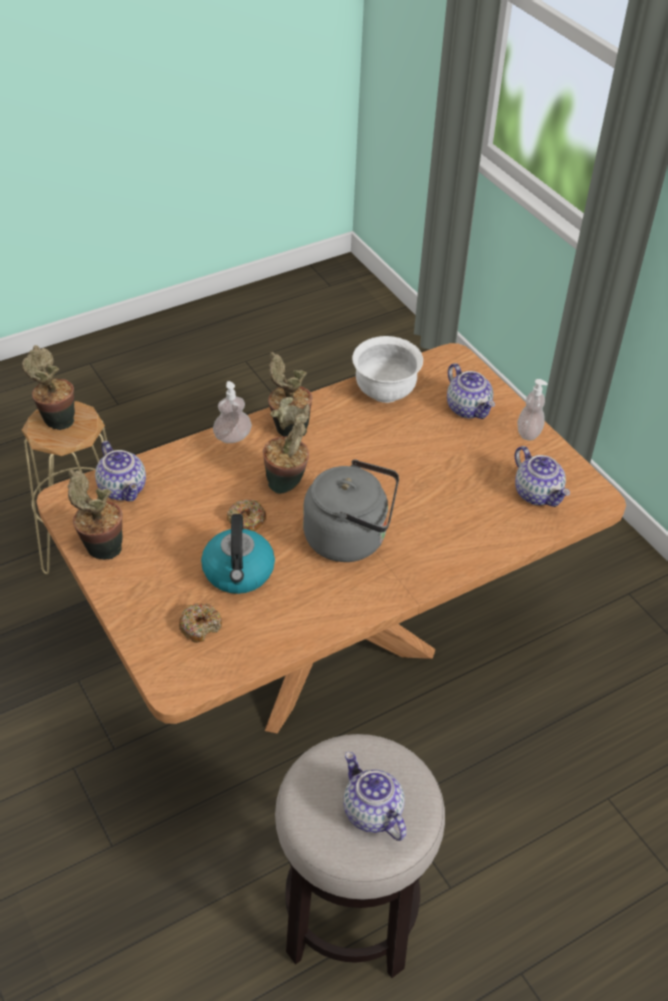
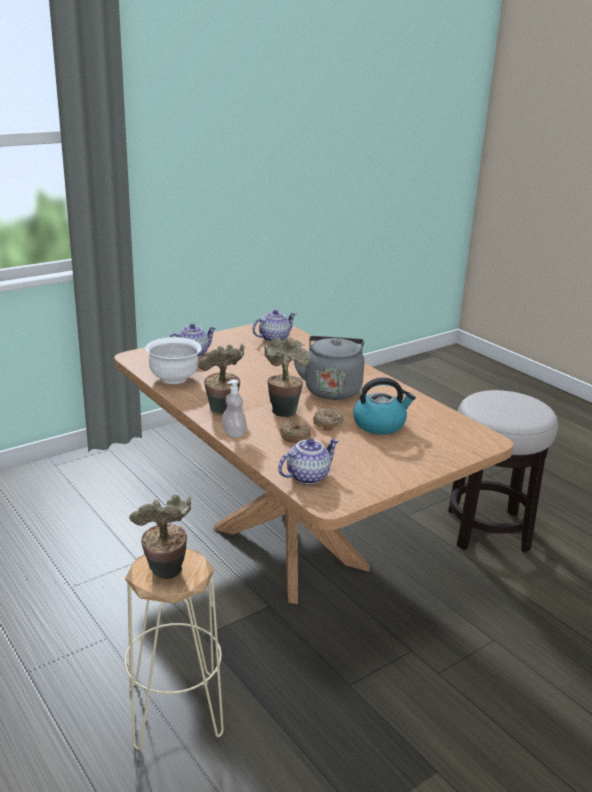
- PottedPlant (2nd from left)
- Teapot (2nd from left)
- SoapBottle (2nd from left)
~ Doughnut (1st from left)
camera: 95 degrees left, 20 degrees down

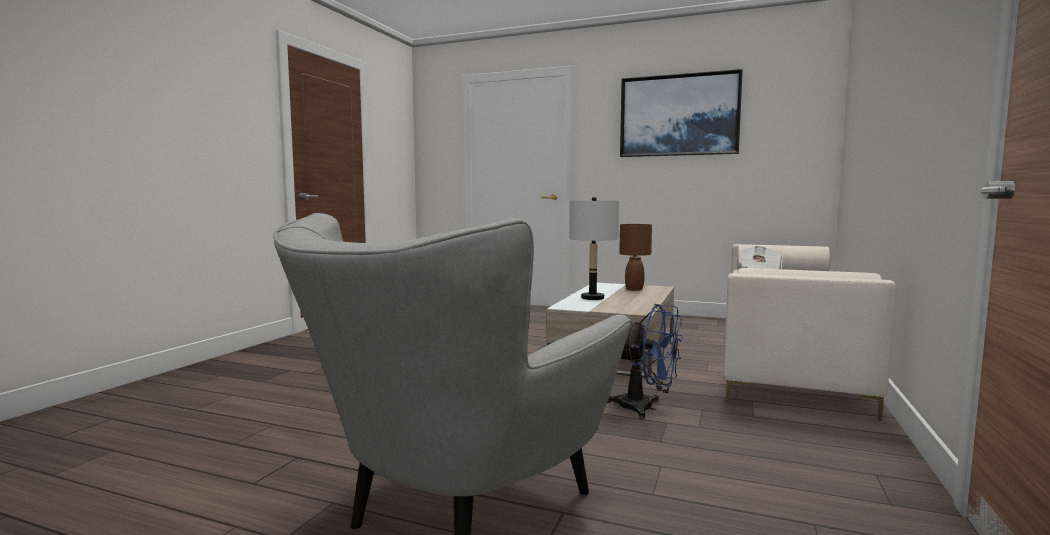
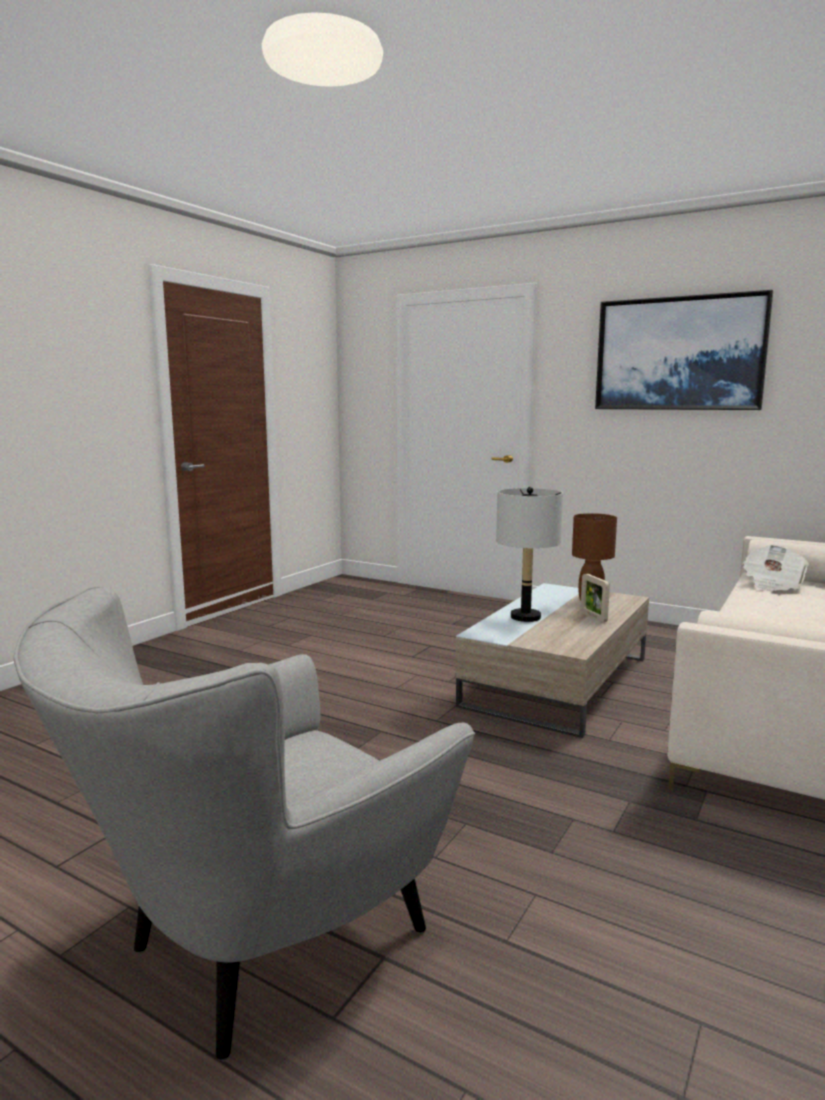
- BlueCoolingFan
+ PhotoFrame
camera: 10 degrees right, 5 degrees up

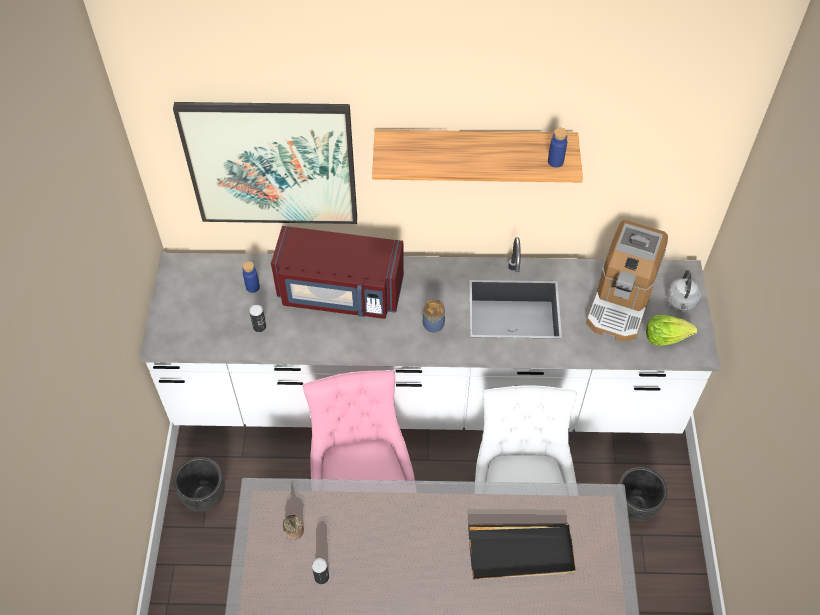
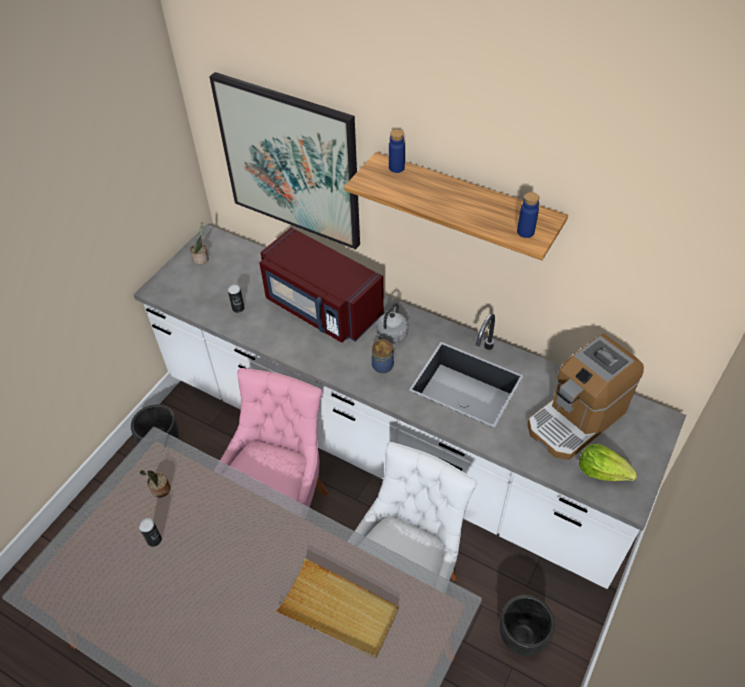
+ PottedPlant (2nd from left)
~ BlueBottle (1st from left)
~ GrayTeaKettle
~ BlackColouredServingTray to BeigeColouredServingTray
camera: 30 degrees right, 5 degrees down

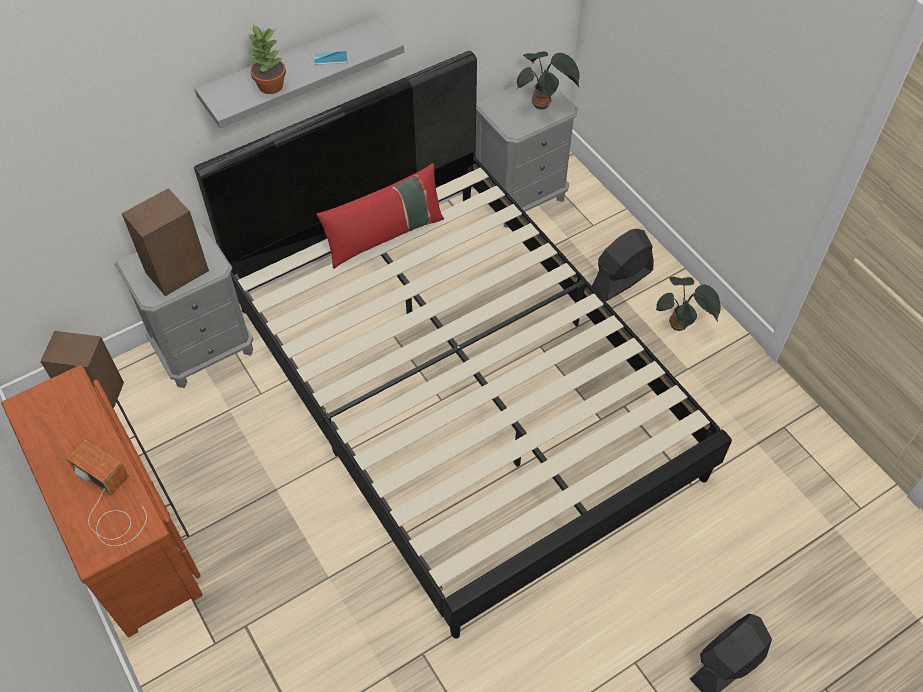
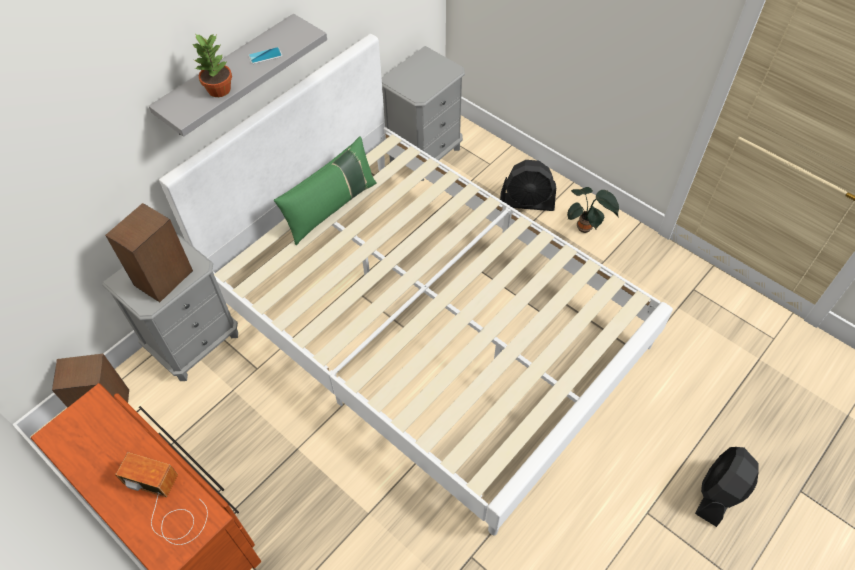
- PottedPlant (2nd from left)
~ BlackColouredSleepingBed to WhitishSleepingBed
~ ReddishPillow to GreenPillow
~ BlackColouredCoolingFan (1st from left) 120 degrees counterclockwise
camera: 15 degrees left, 0 degrees up

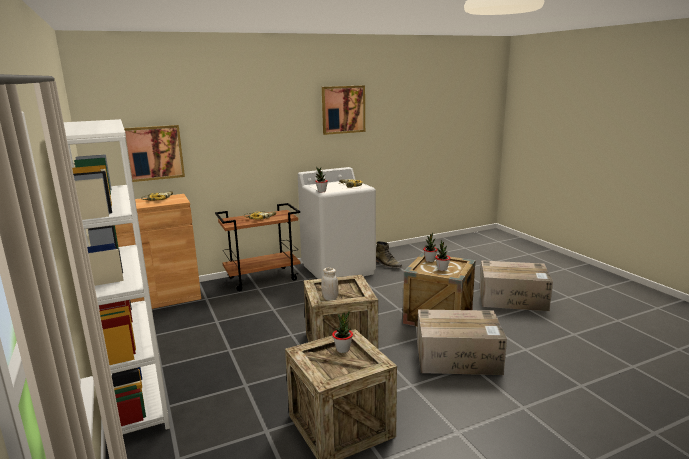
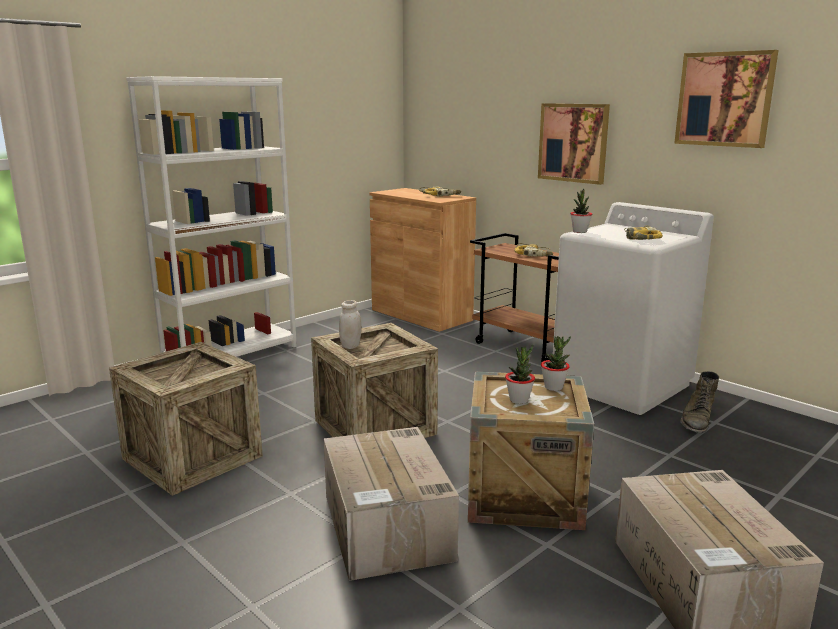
- PottedPlant (2nd from left)
~ WallArt (1st from left)
camera: 70 degrees right, 0 degrees up

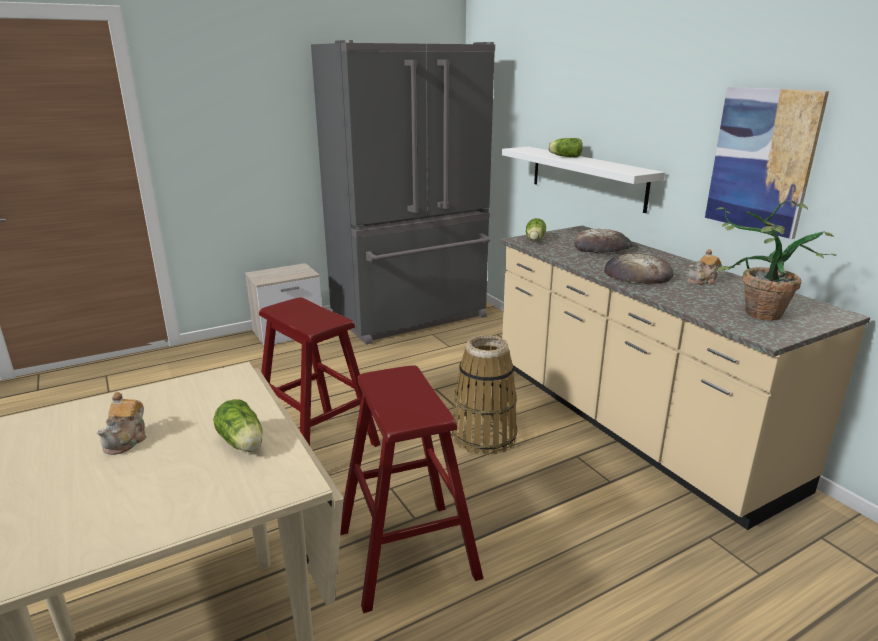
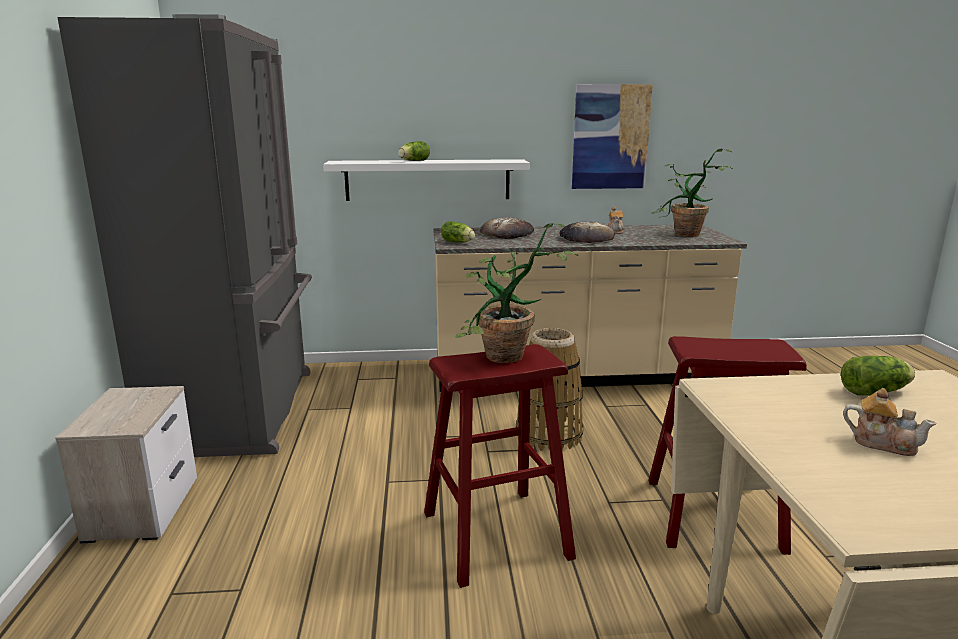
+ PottedPlant (1st from left)
camera: 65 degrees left, 5 degrees down

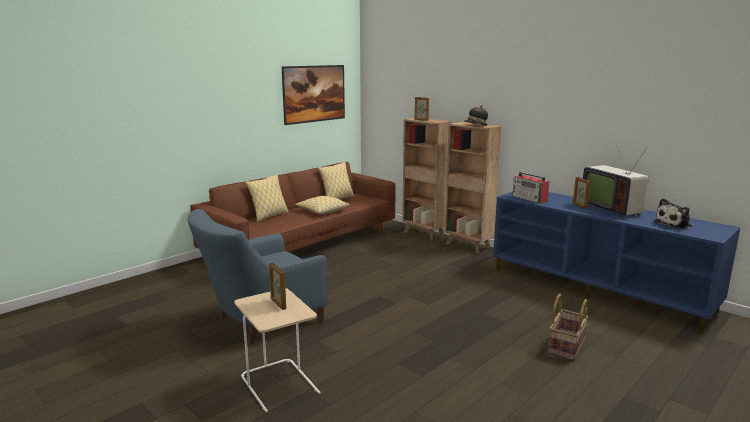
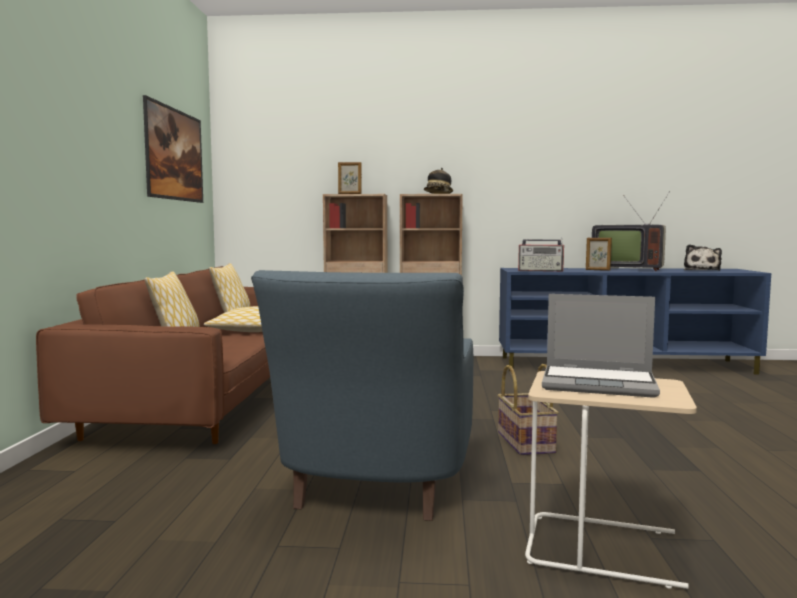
~ Basket
~ PhotoFrame (1st from left) to Laptop
camera: 40 degrees left, 10 degrees down

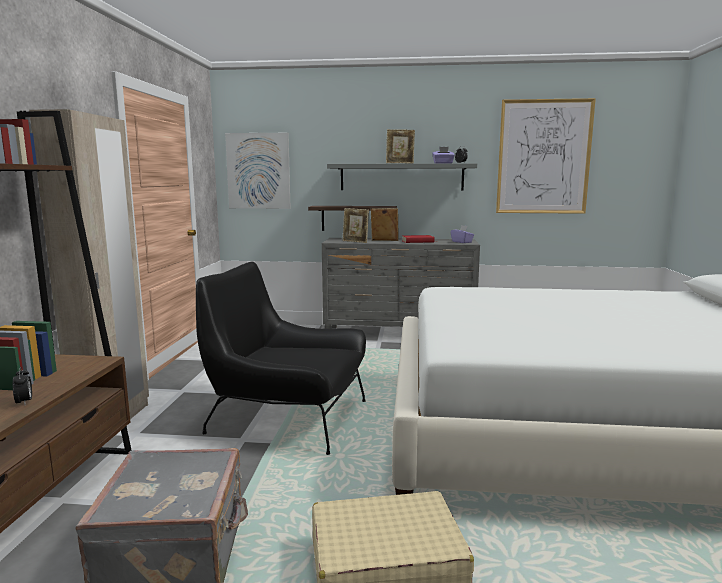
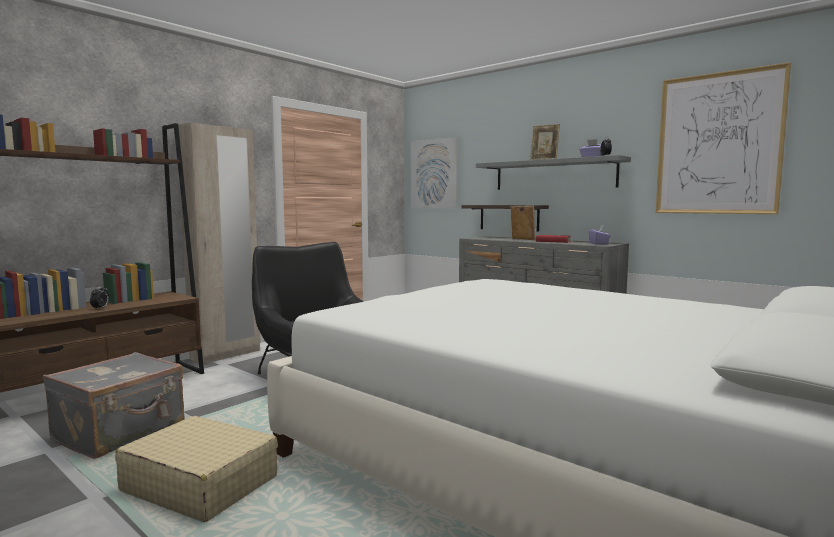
- PhotoFrame (1st from left)
camera: 35 degrees right, 5 degrees down

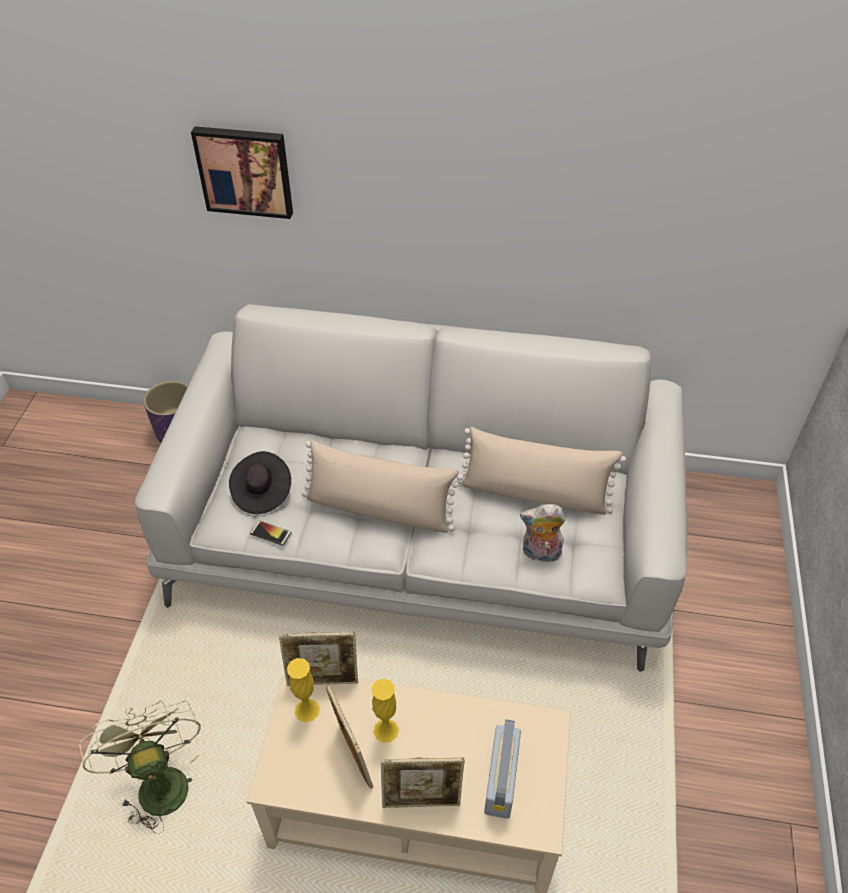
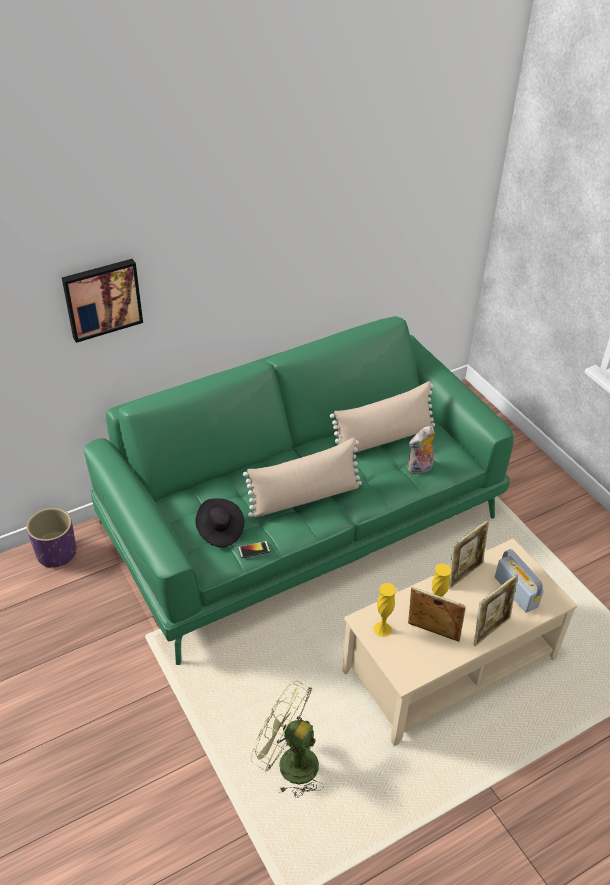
~ PhotoFrame (1st from left in the first image) to PhotoFrame (2nd from left)
~ WhitishCouch to GreenCouch
camera: 40 degrees left, 5 degrees down

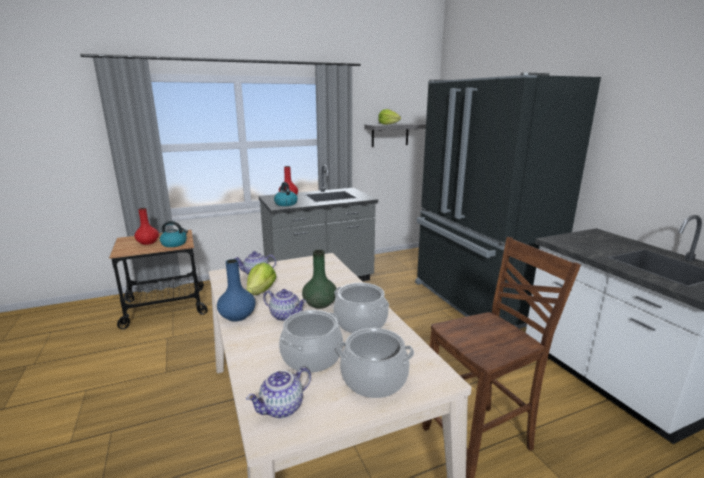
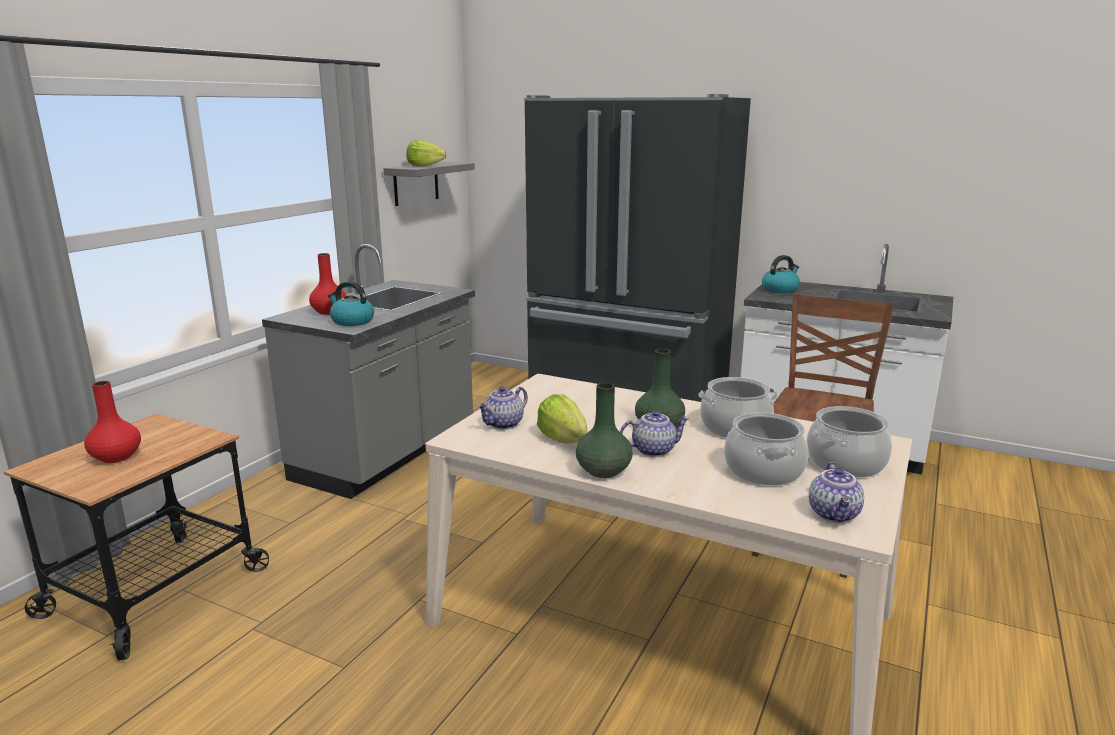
~ TeaKettle (1st from left in the first image) to TeaKettle (2nd from left)
~ BlueFlowerVase to GreenFlowerVase (1st from left)
camera: 40 degrees left, 0 degrees up

